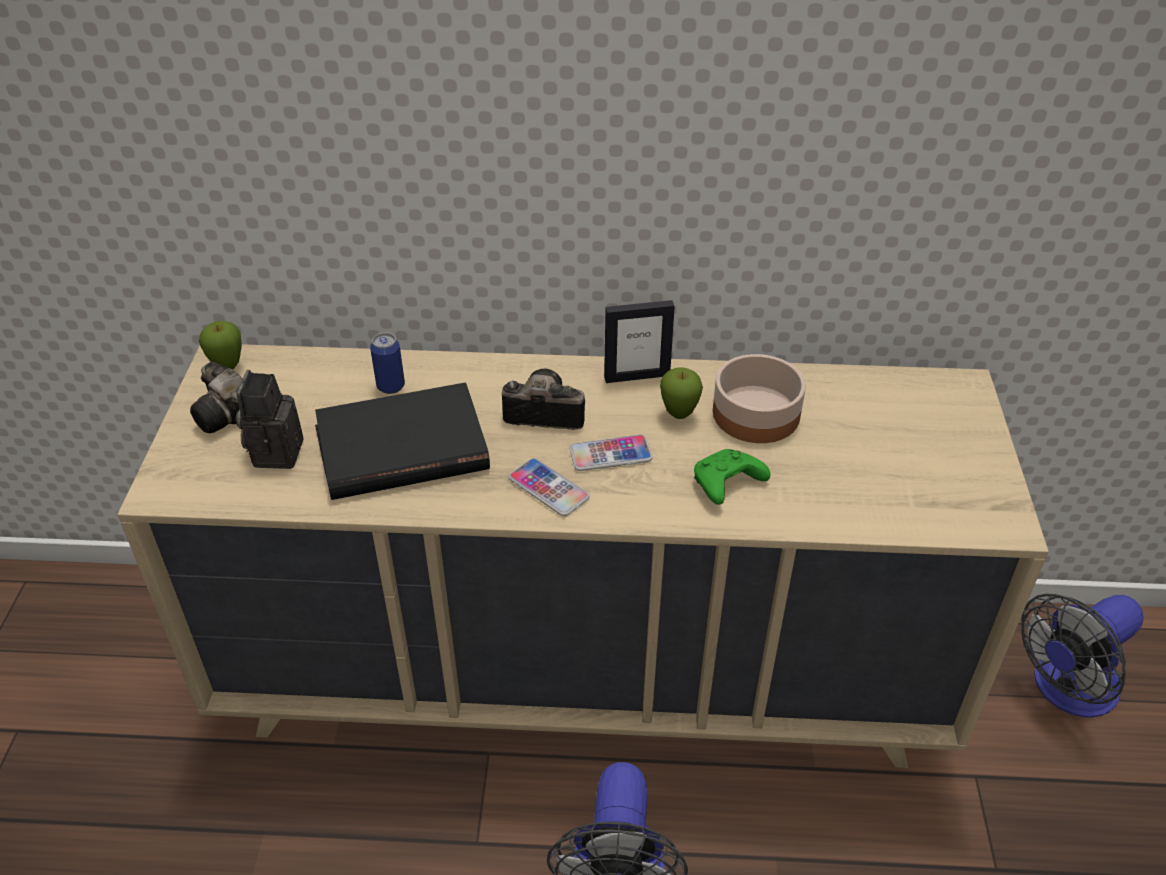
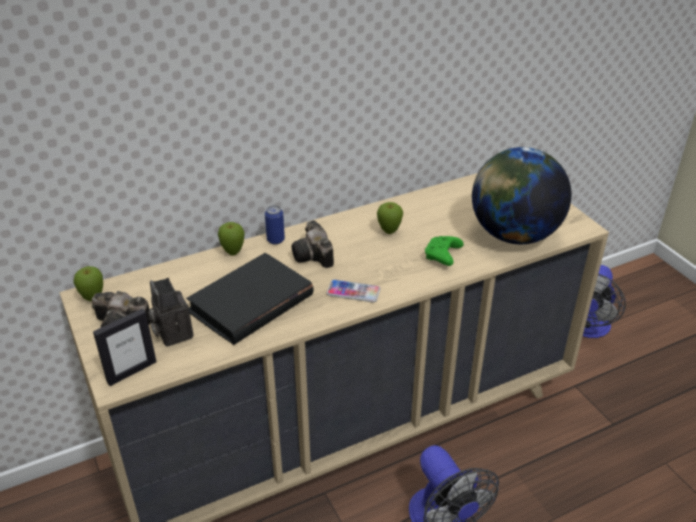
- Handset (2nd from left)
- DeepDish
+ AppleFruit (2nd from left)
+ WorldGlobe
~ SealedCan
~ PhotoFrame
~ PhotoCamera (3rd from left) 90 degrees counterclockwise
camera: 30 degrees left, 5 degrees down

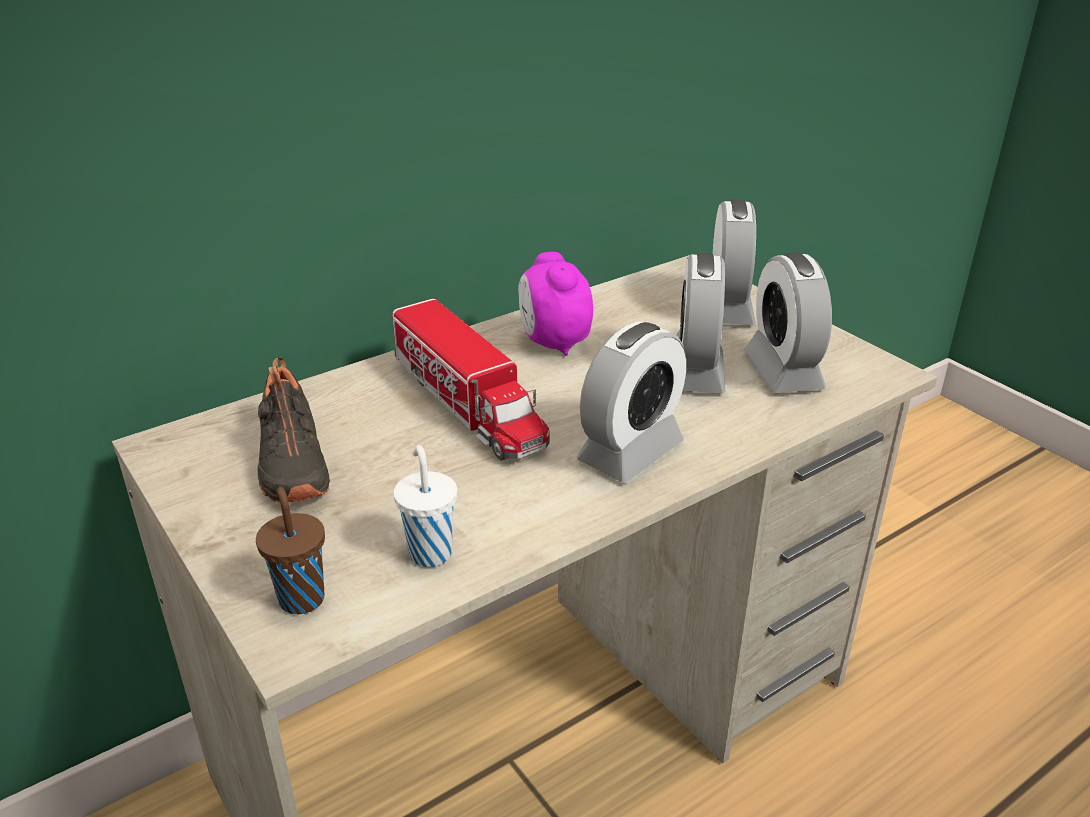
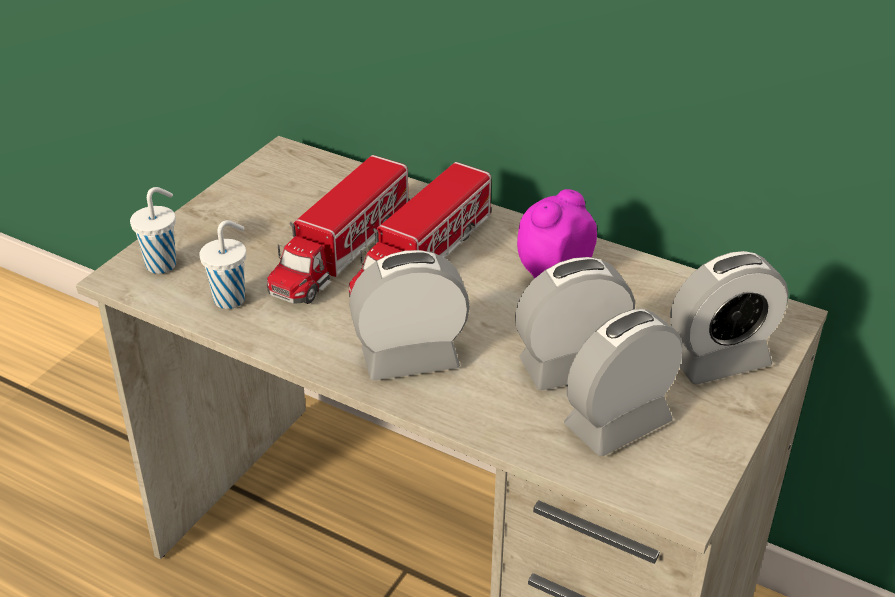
- BlackColouredItemOfFootwear
+ ModelTruck (1st from left)
~ BrownishDrinkingCup to WhitishDrinkingCup (1st from left)
~ TableClock (2nd from left in the first image) 150 degrees clockwise
camera: 65 degrees right, 5 degrees up

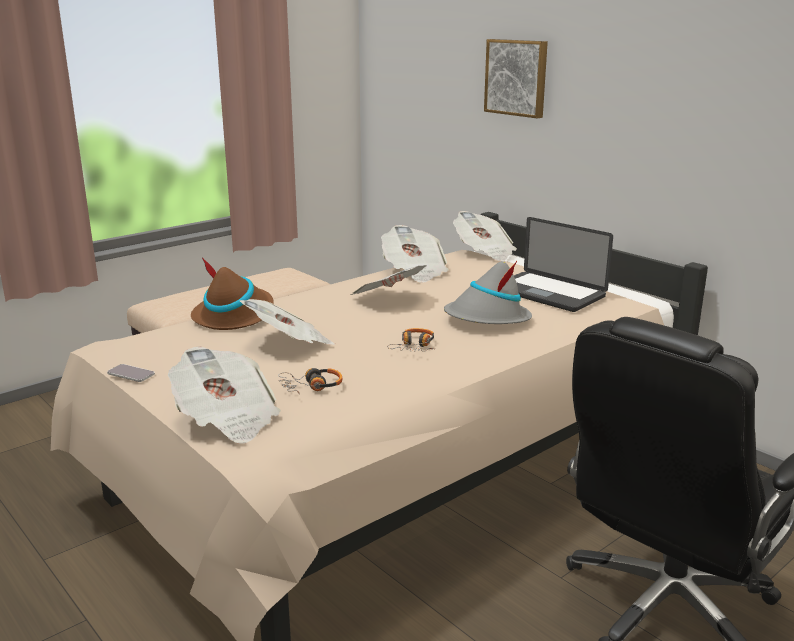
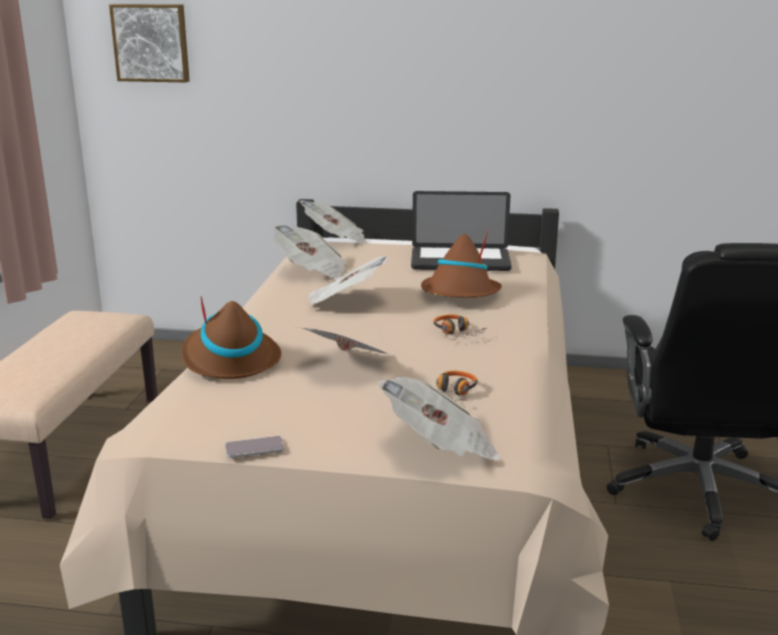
~ WallArt
~ GrayClothingHat to BrownishClothingHat (2nd from left)
camera: 40 degrees left, 0 degrees up

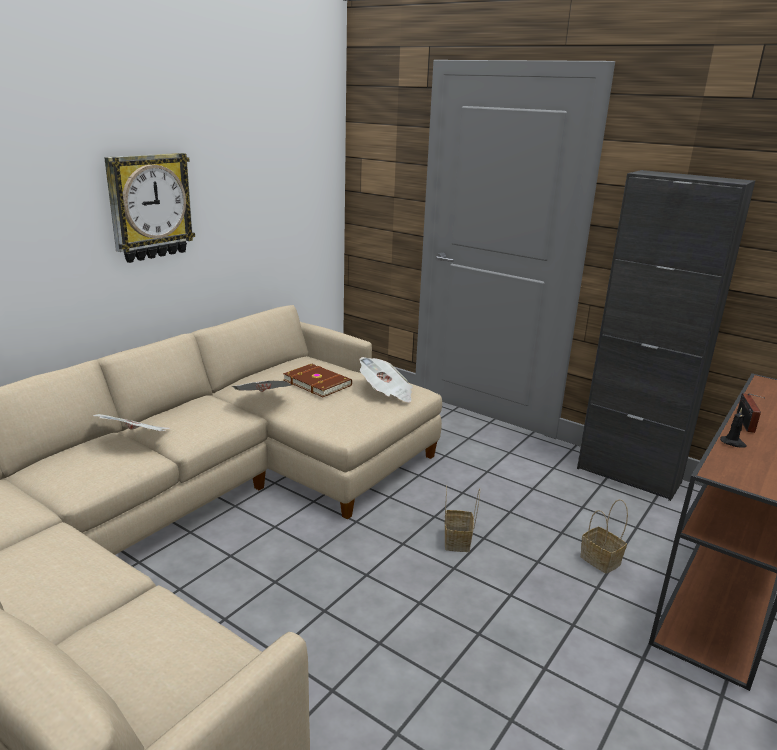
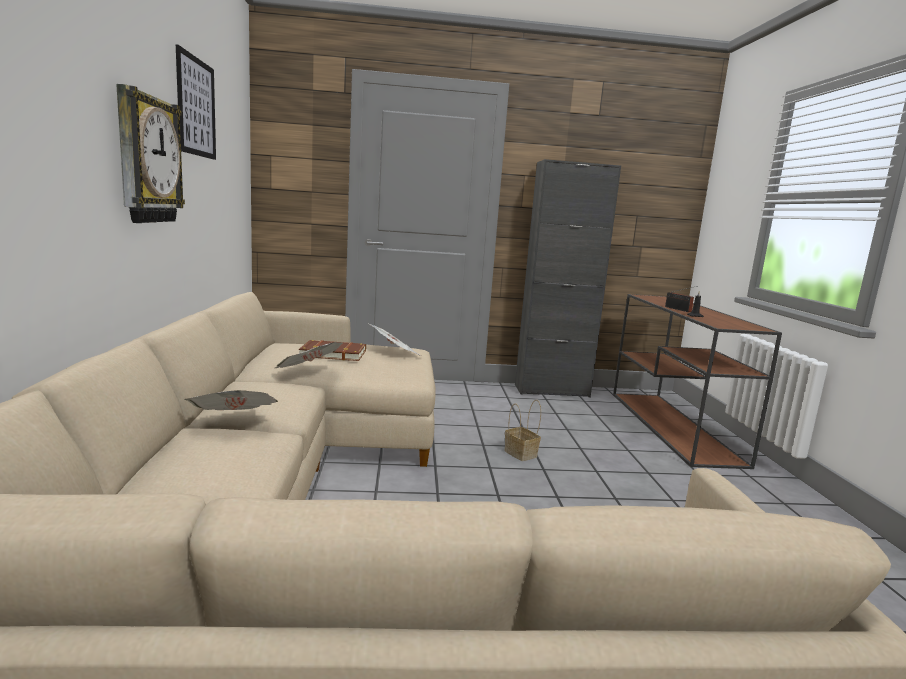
- Basket (2nd from left)
+ WallArt
camera: 40 degrees left, 10 degrees down

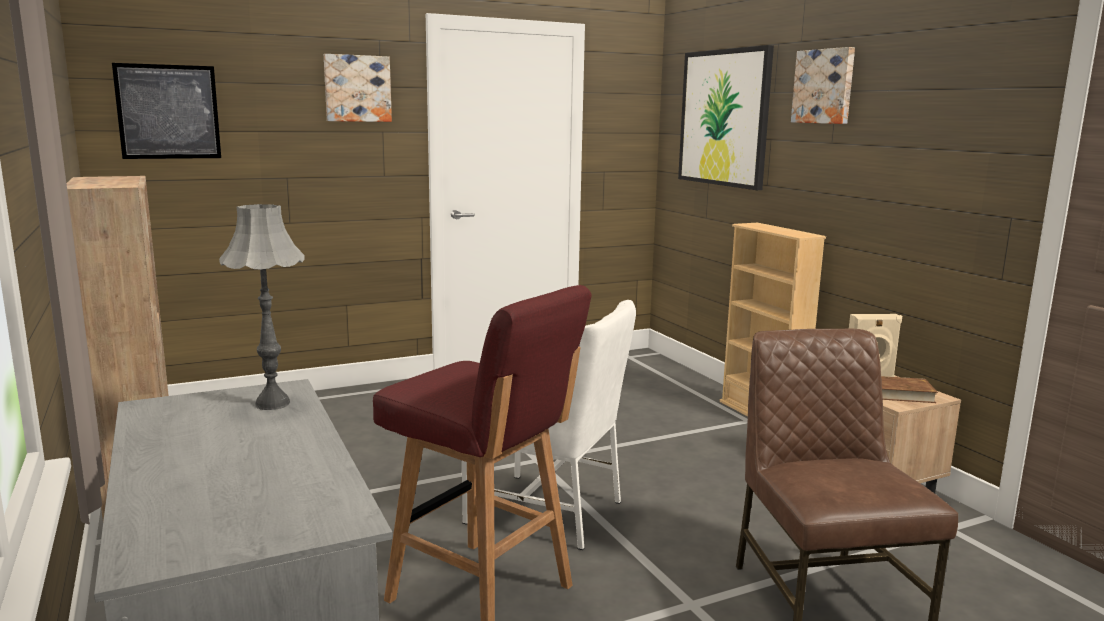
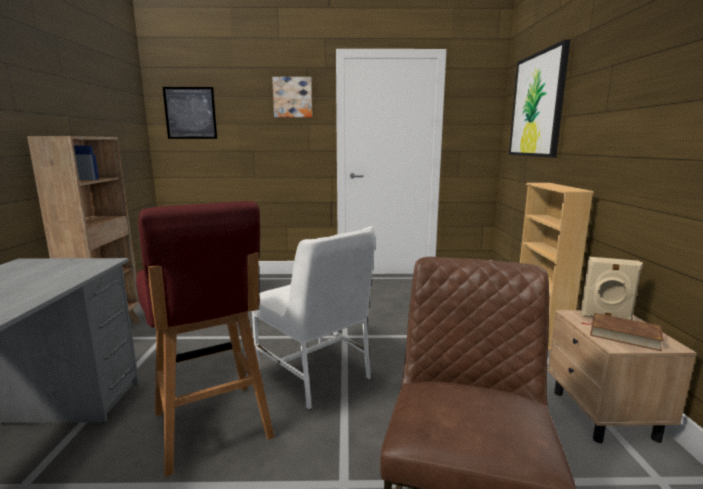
- GrayTableLamp
- WallArt (4th from left)
camera: 25 degrees right, 0 degrees up

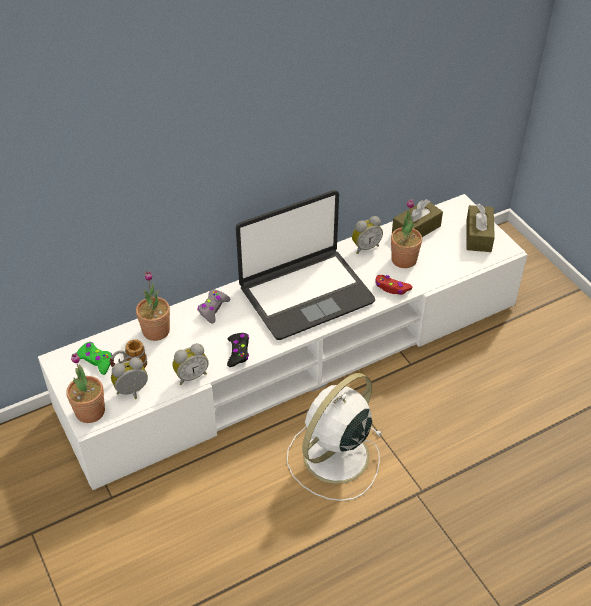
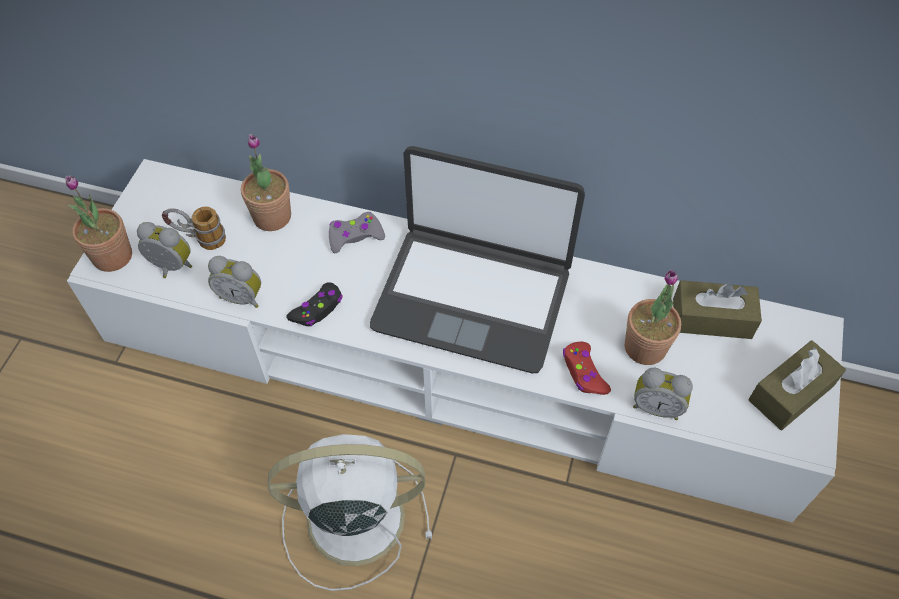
- GreenJoypad
~ TableClock (3rd from left)
camera: 45 degrees right, 10 degrees up

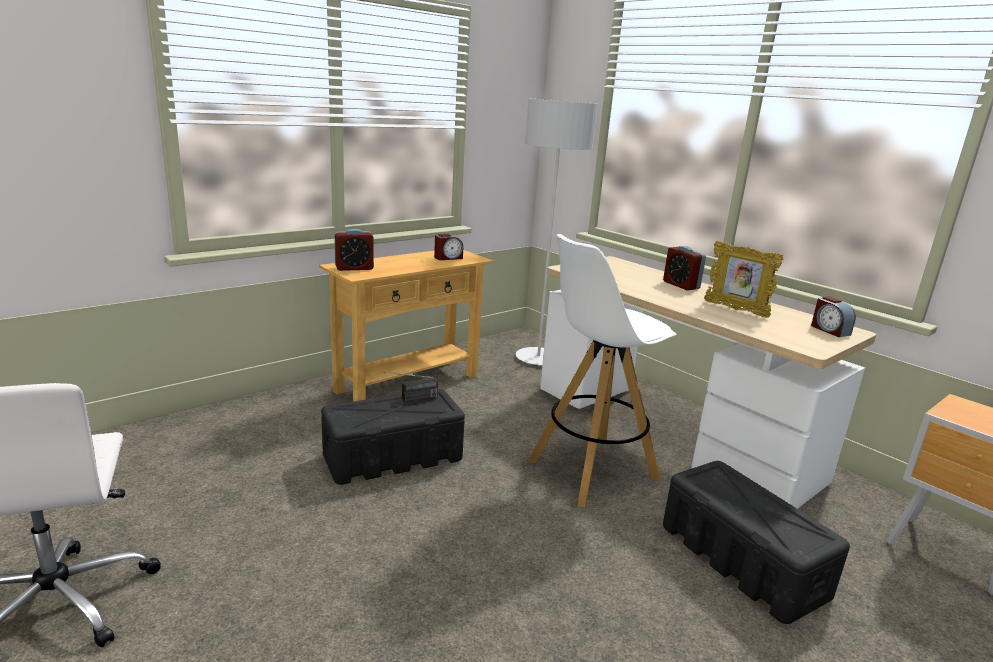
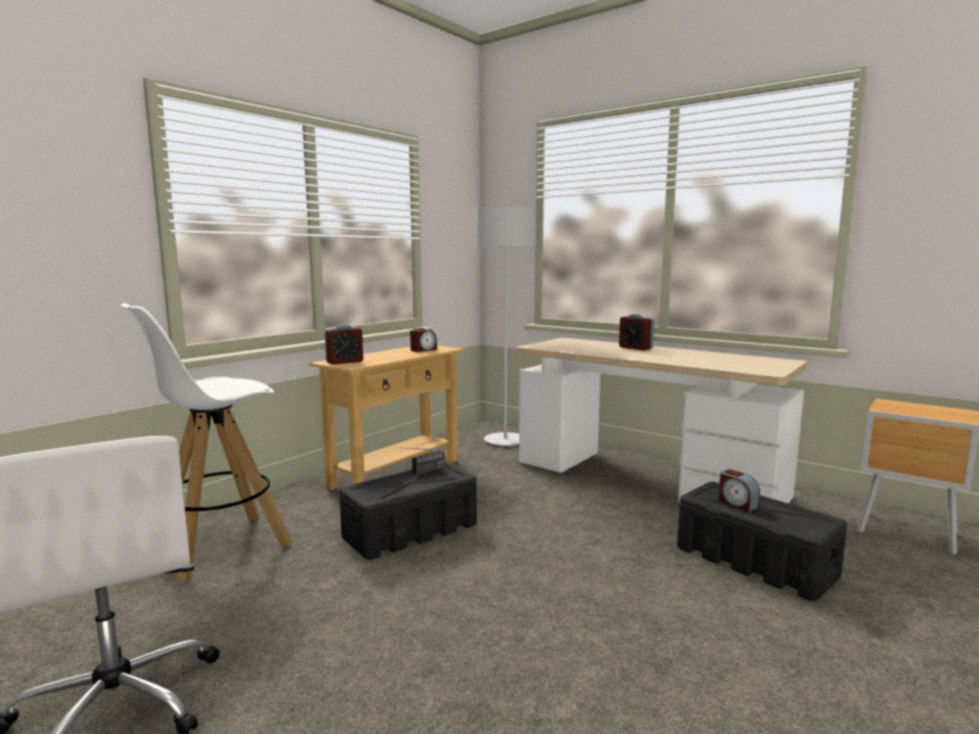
- PhotoFrame
~ WhitishStoolSeat
~ TableClock (4th from left)
camera: 10 degrees left, 10 degrees down

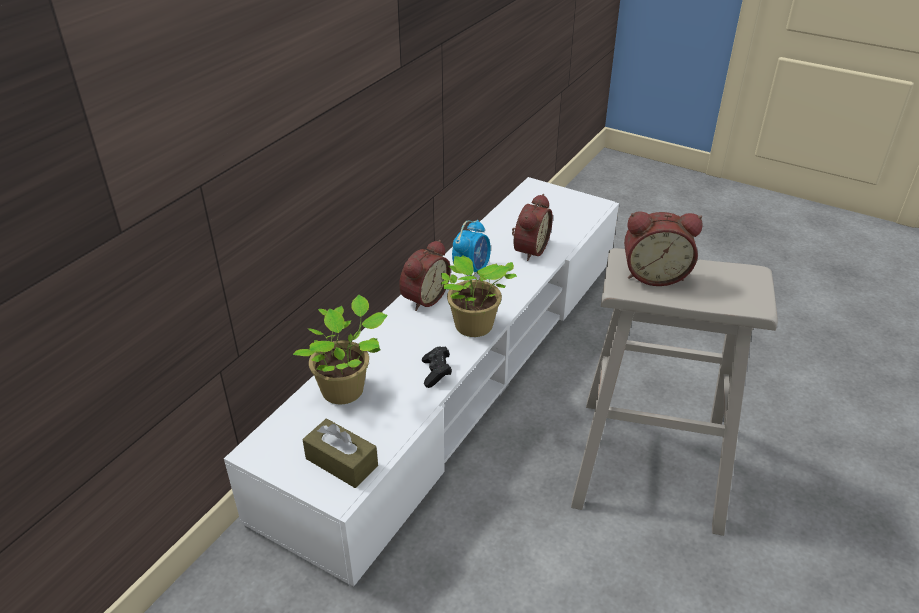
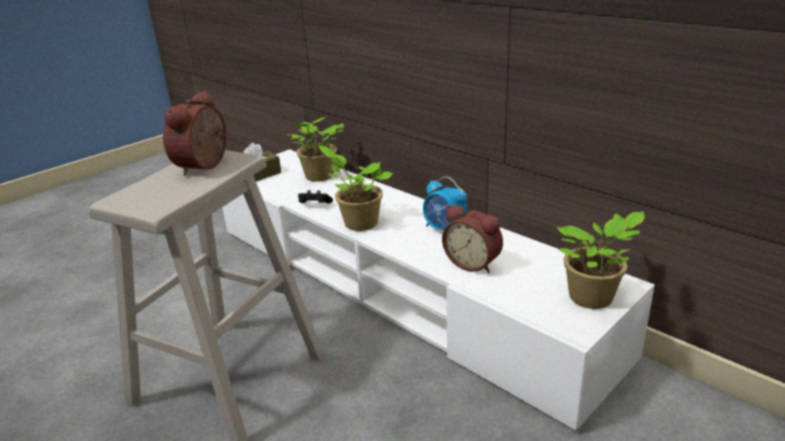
- TableClock (1st from left)
+ PottedPlant (3rd from left)
camera: 105 degrees right, 10 degrees down

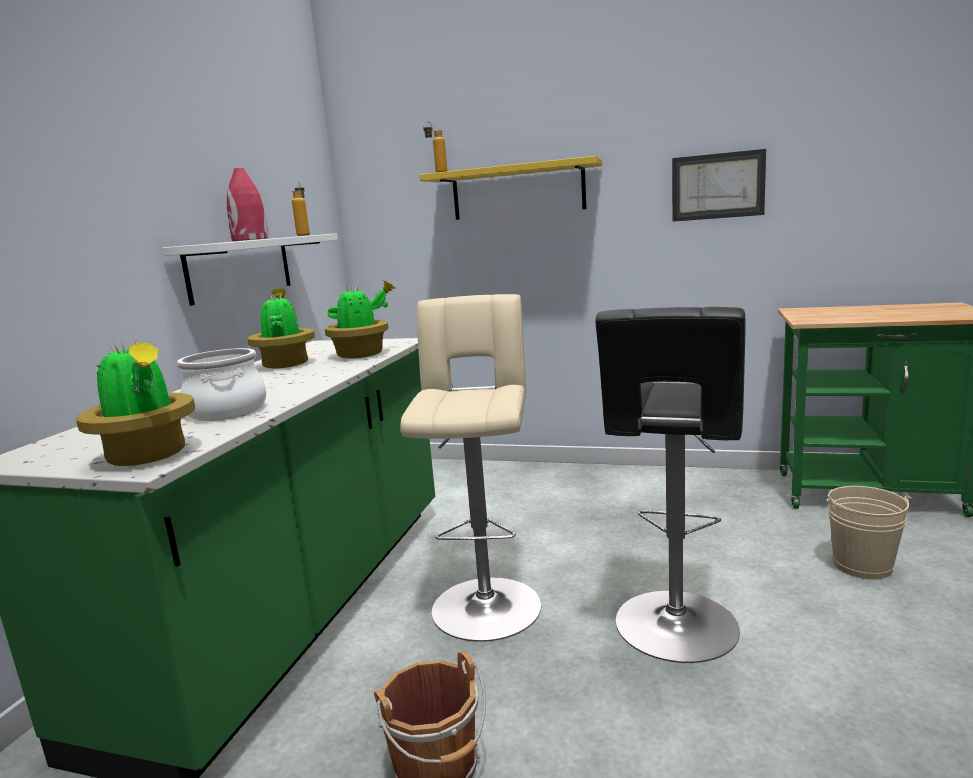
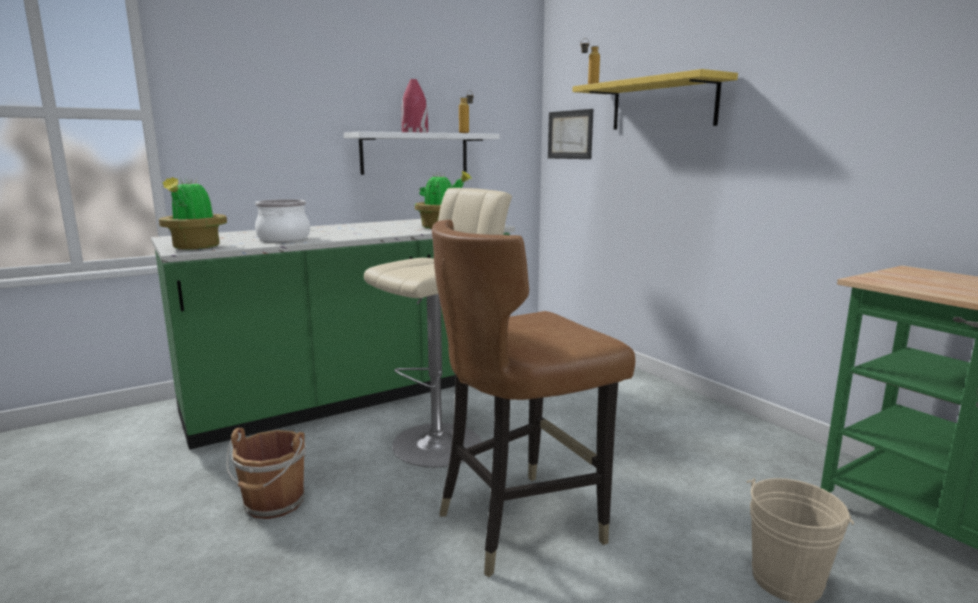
- PottedPlant (2nd from left)
~ WallArt
~ BlackColouredStoolSeat to BrownishChair
camera: 40 degrees right, 0 degrees up

